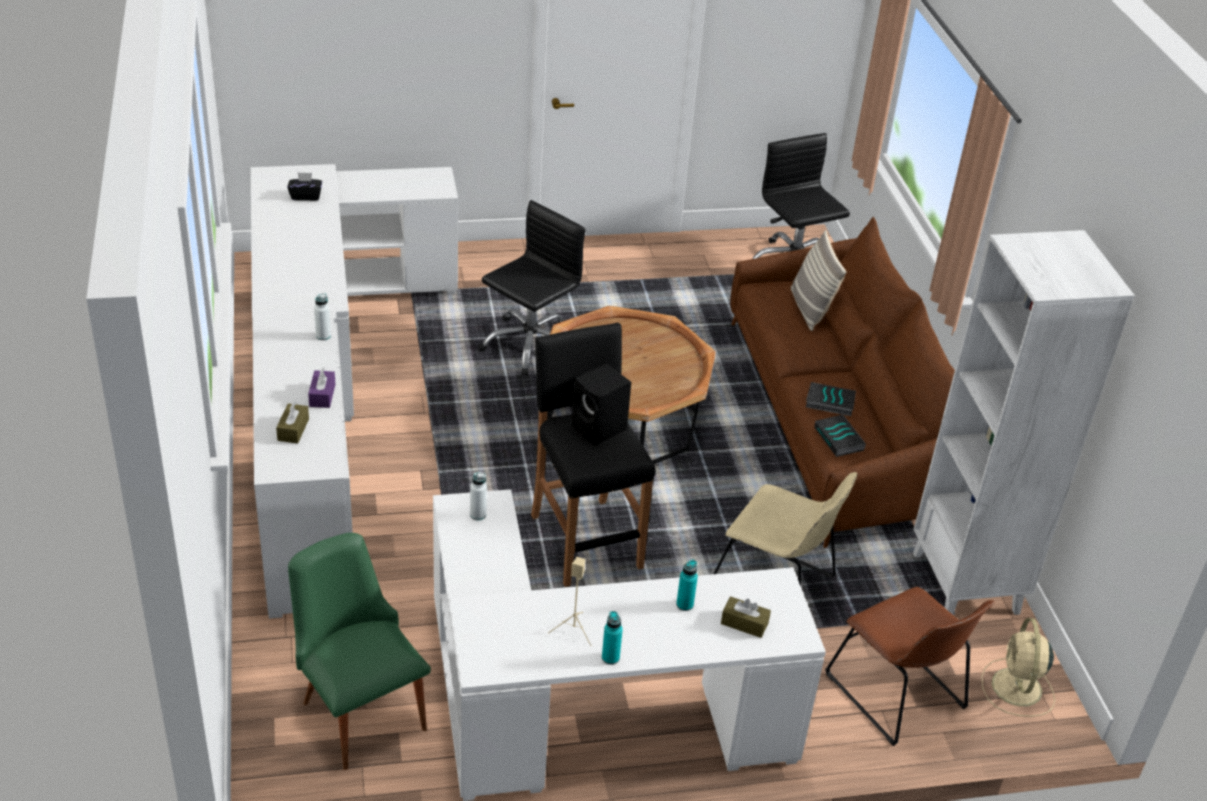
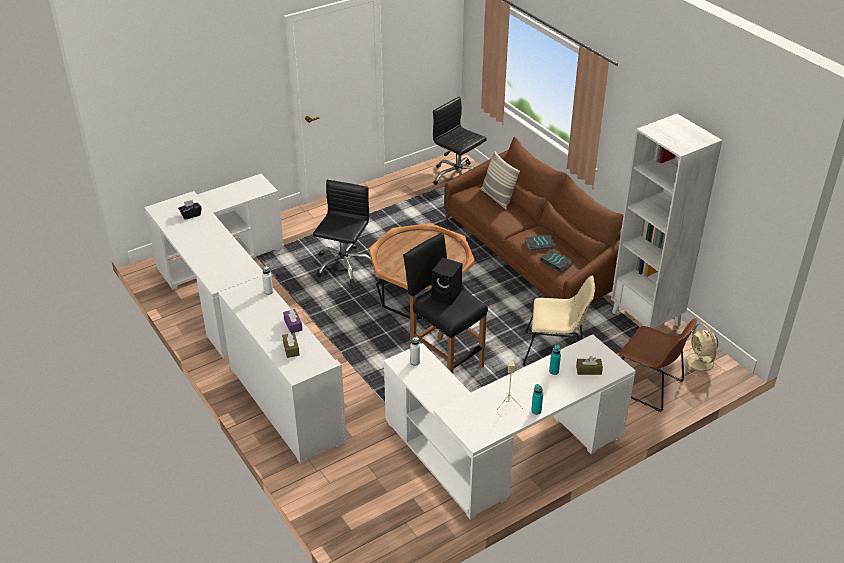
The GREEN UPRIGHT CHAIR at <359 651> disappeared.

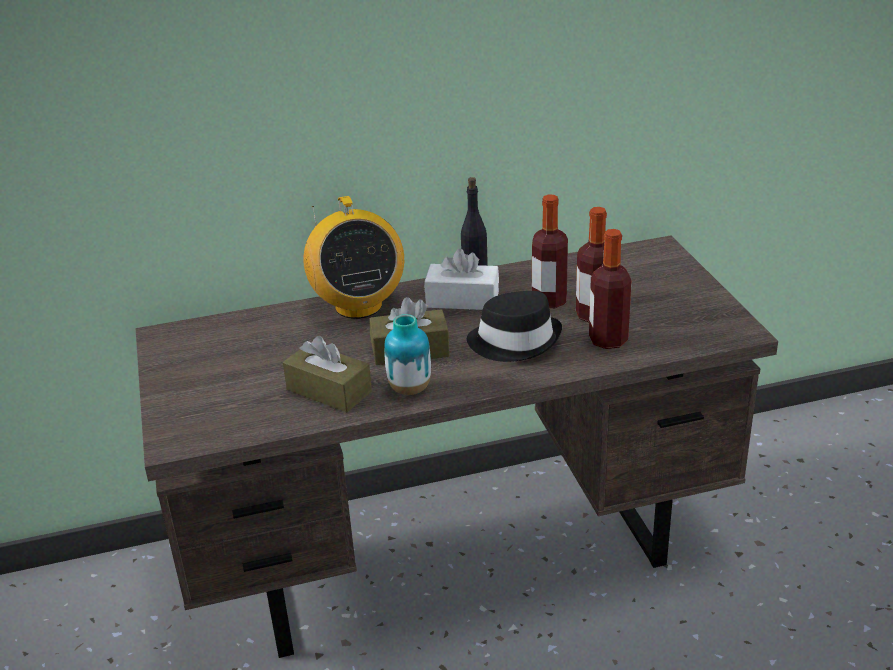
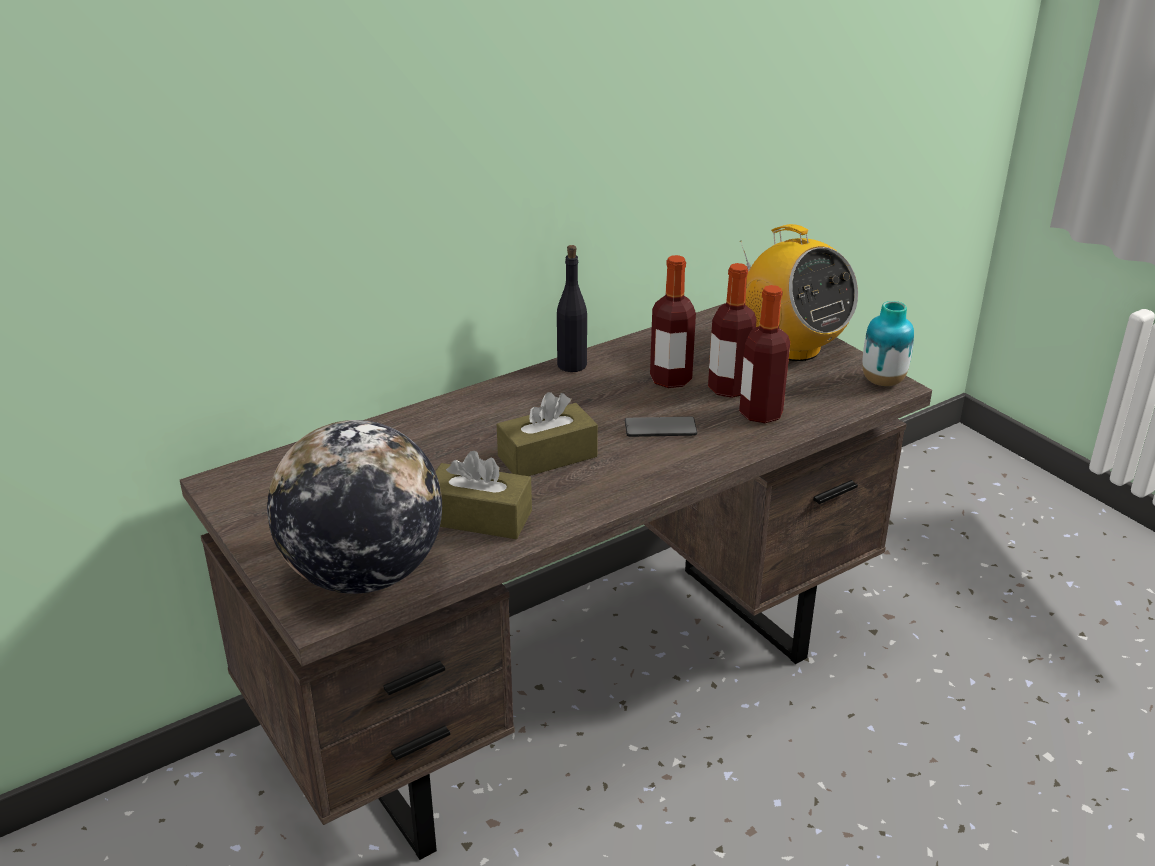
The WHITISH TISSUE HOLDER at <461 279> disappeared.
The GLOBE at <354 507> appeared.
The RADIO moved from <353 257> to <798 292>.
The DECORATIVE VASE moved from <407 354> to <888 343>.
The BLACK HAT at <514 326> was replaced by the TELEPHONE at <661 427>.

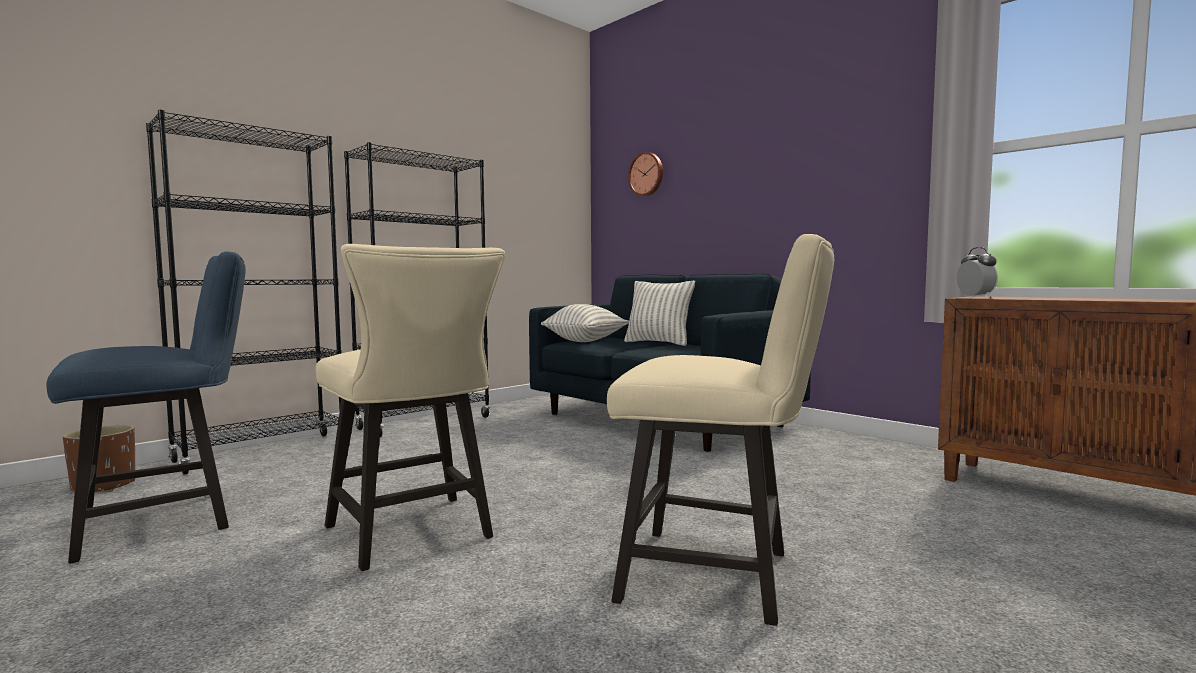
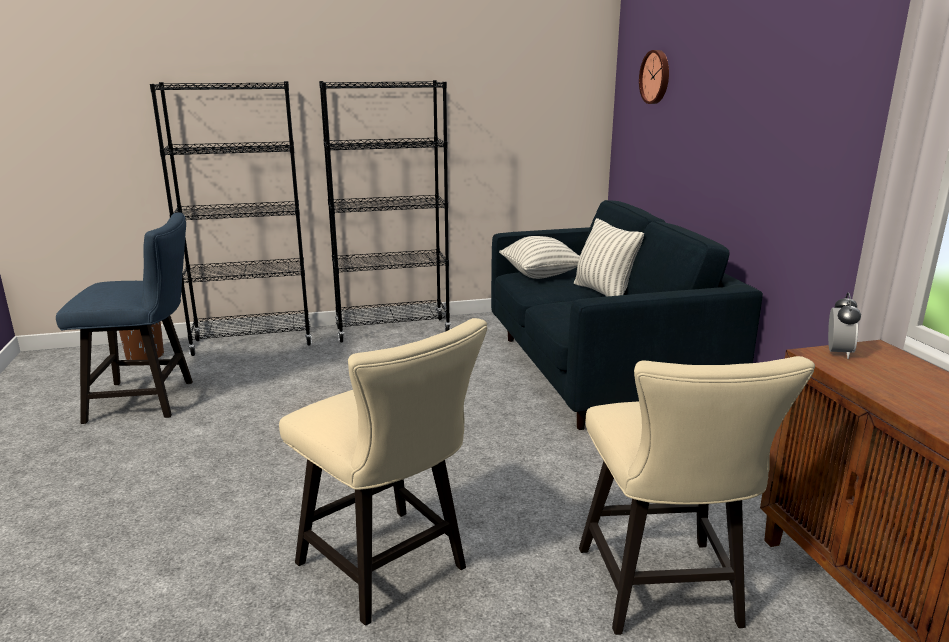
The BEIGE-COLOURED UPRIGHT CHAIR moved from <410 407> to <697 495>.

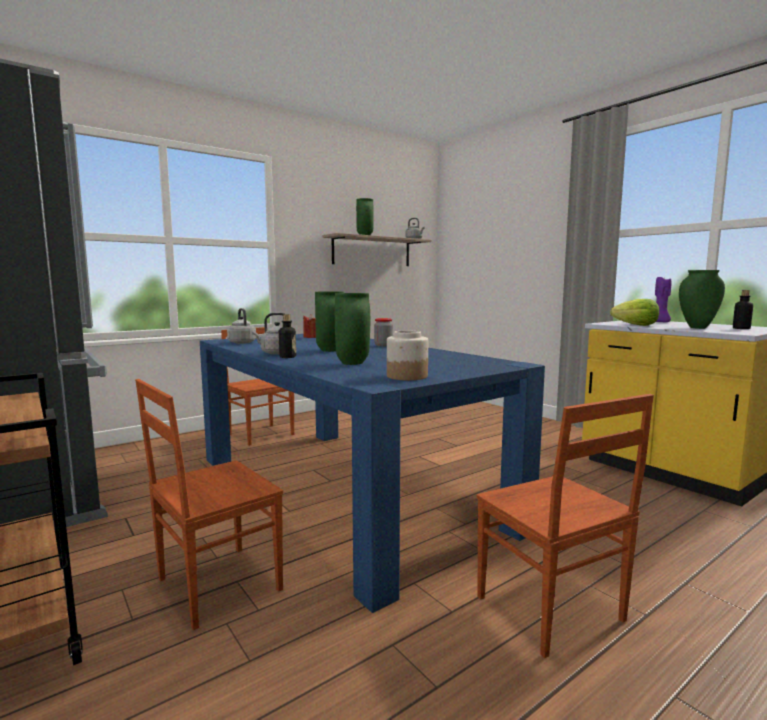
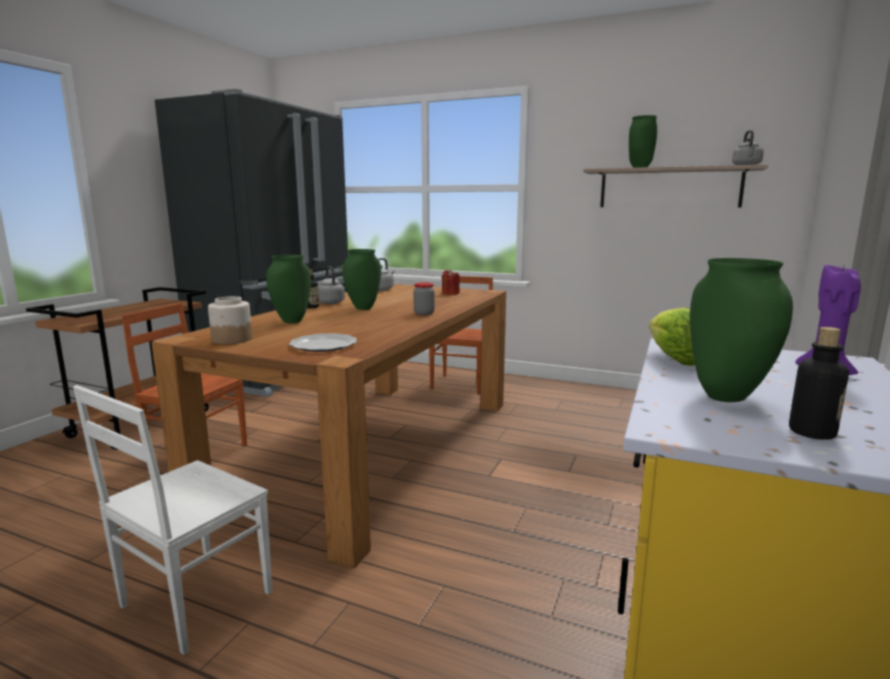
The PLATE at <323 342> appeared.
The BLUISH DINNER TABLE at <372 473> became the BROWN-COLOURED DINNER TABLE at <328 426>.
The BROWN-COLOURED UPRIGHT CHAIR at <565 526> became the WHITISH UPRIGHT CHAIR at <172 520>.

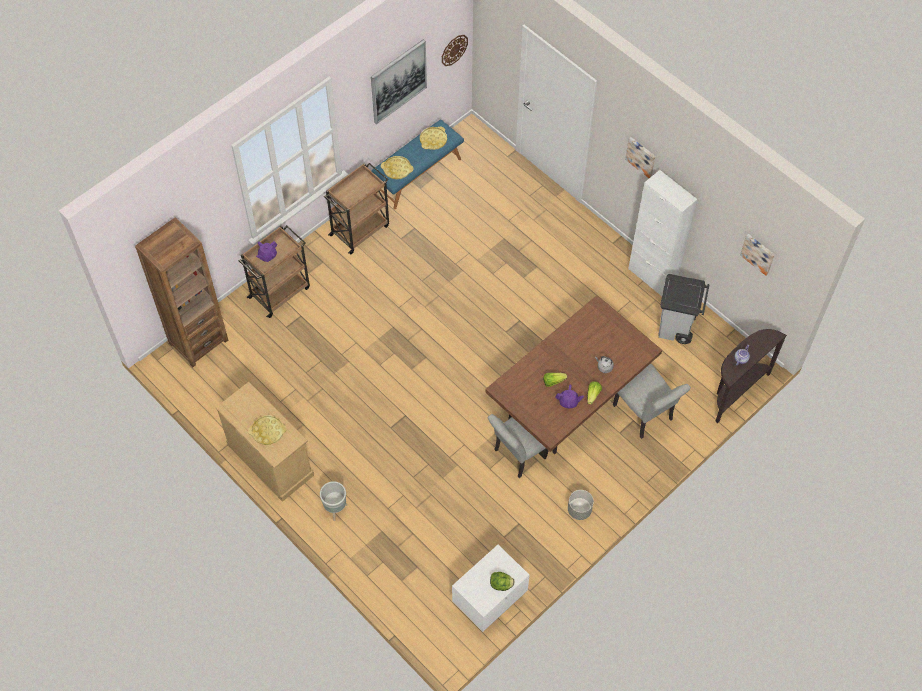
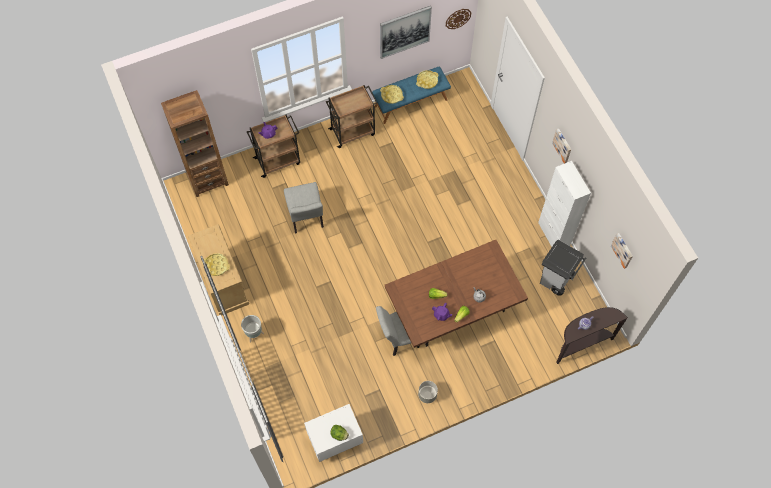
The GREY UPRIGHT CHAIR moved from <652 401> to <304 207>.

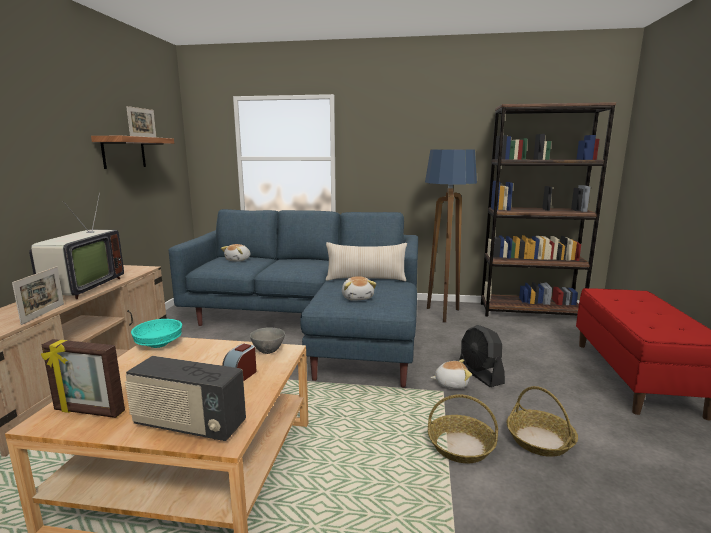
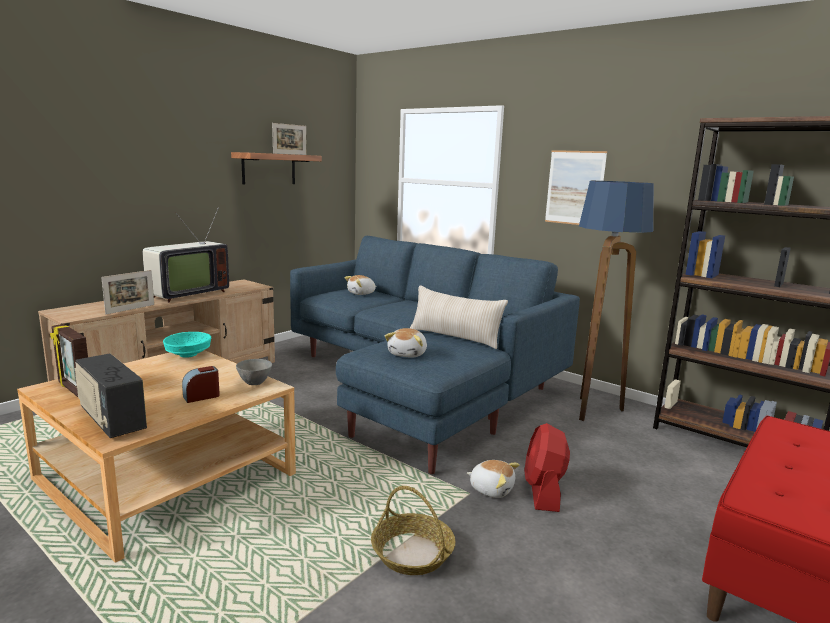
The STORAGE BASKET at <542 421> disappeared.
The WALL PICTURE at <576 187> appeared.
The BLACK FAN at <482 356> became the REDDISH FAN at <547 467>.

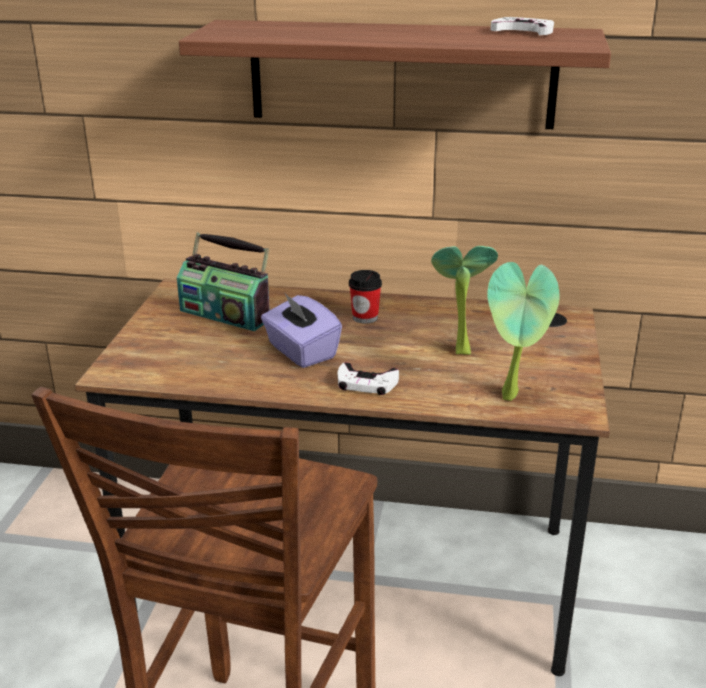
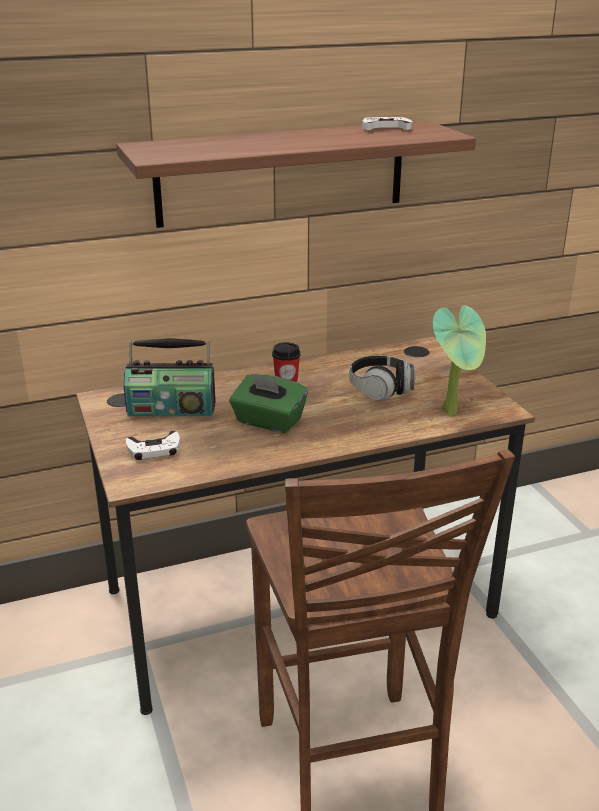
The WHITISH GAME CONTROLLER moved from <368 378> to <153 445>.
The PLANT IN A POT at <464 300> was replaced by the HEADPHONES at <382 378>.
The PURPLE-COLOURED TISSUE HOLDER at <301 330> became the GREEN TISSUE HOLDER at <268 403>.

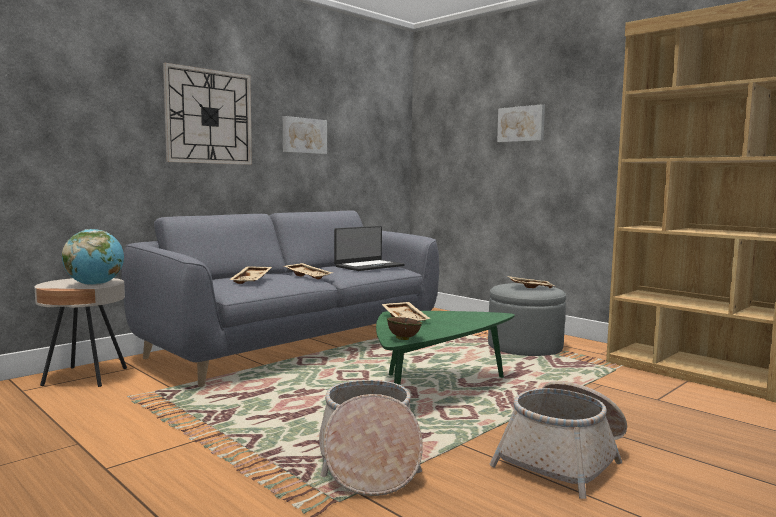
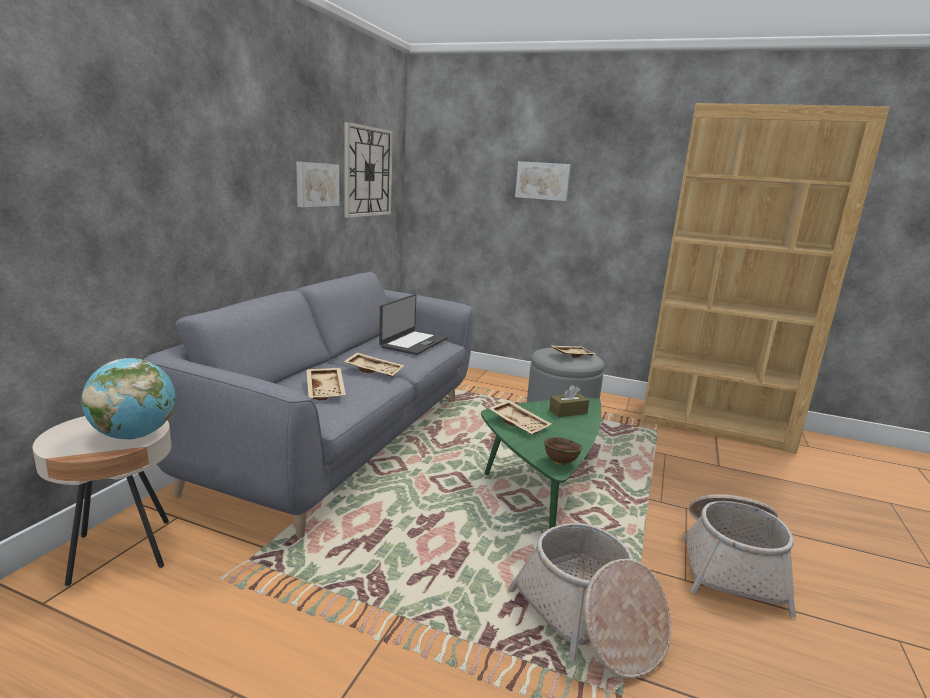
The BROWN-COLOURED TISSUE HOLDER at <569 401> appeared.
The HANGING CLOCK moved from <207 114> to <368 170>.

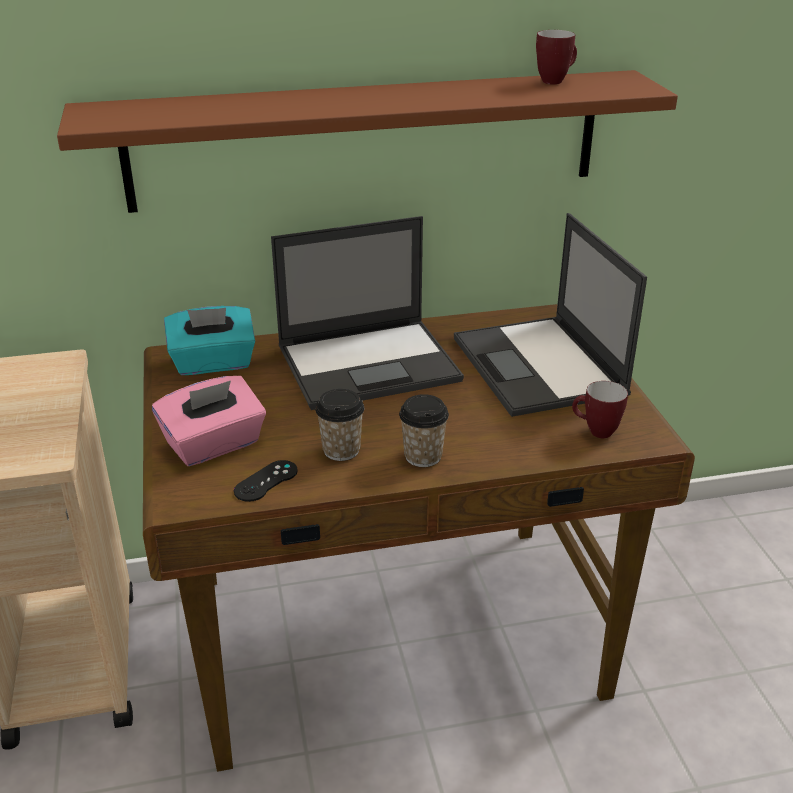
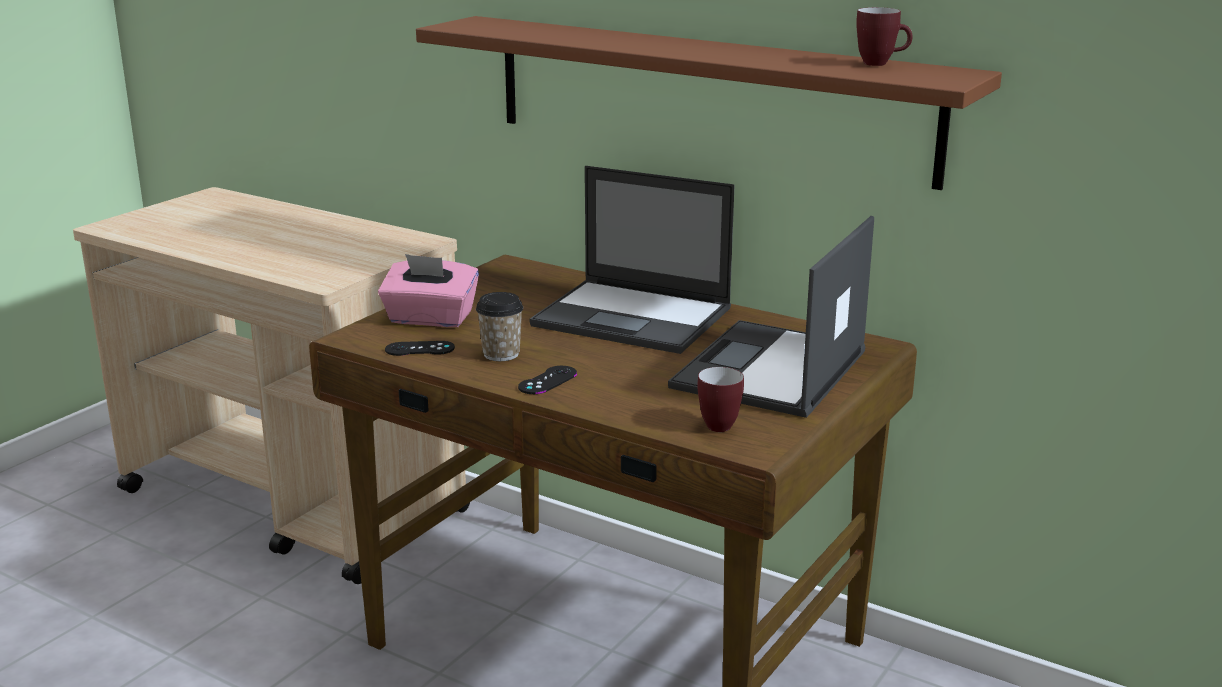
The BLUE-GREEN TISSUE HOLDER at <209 340> disappeared.
The CUP at <424 430> was replaced by the BLACK GAME CONTROLLER at <547 380>.

